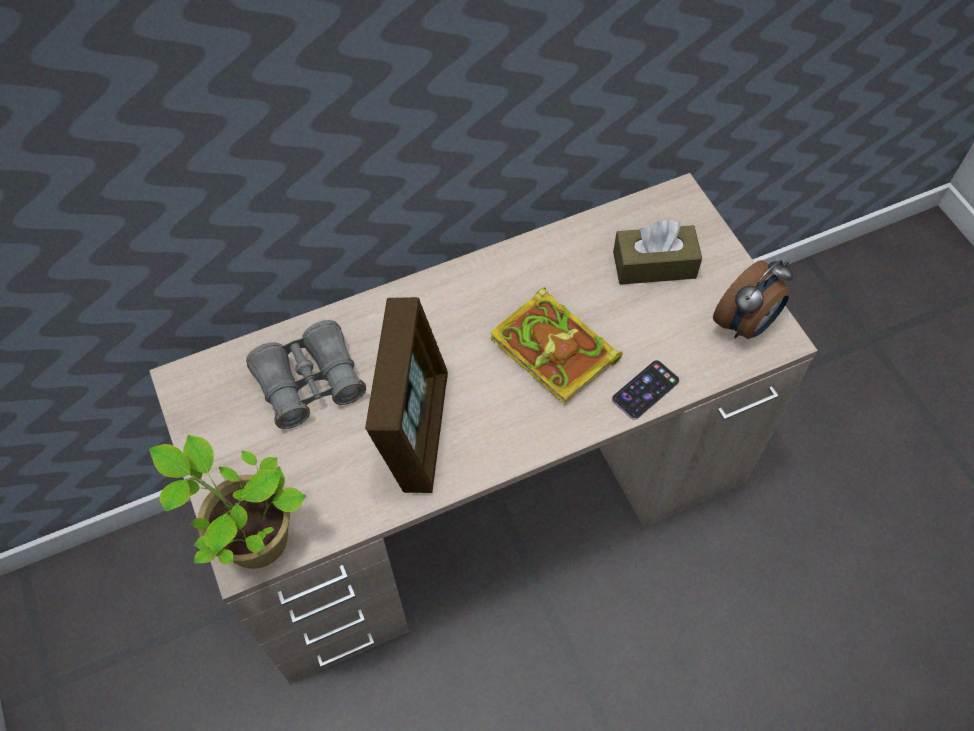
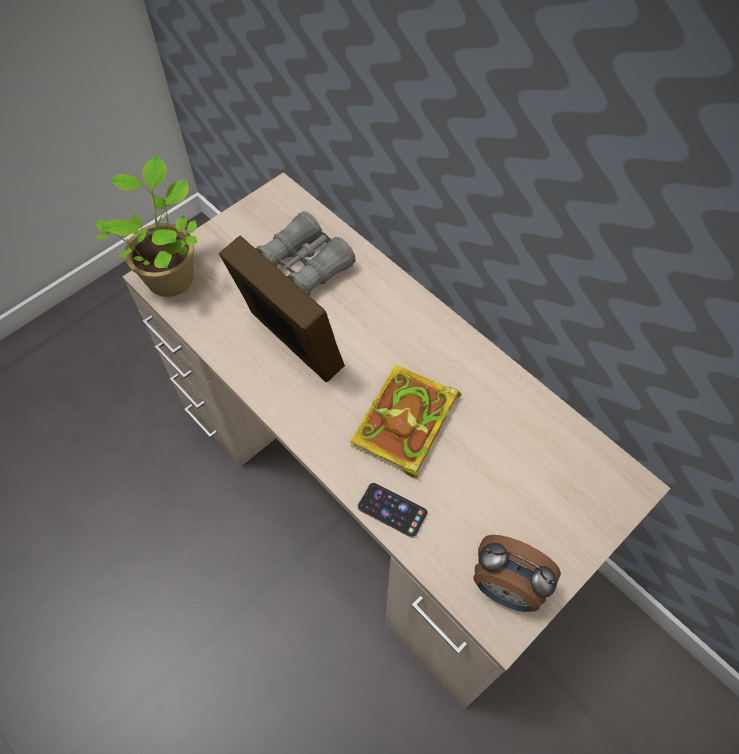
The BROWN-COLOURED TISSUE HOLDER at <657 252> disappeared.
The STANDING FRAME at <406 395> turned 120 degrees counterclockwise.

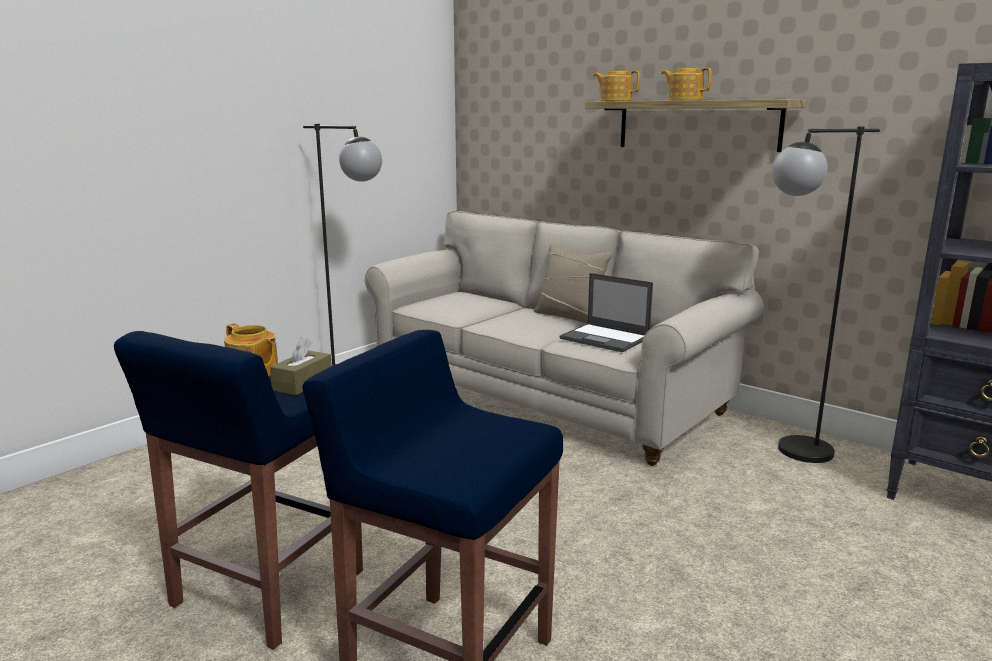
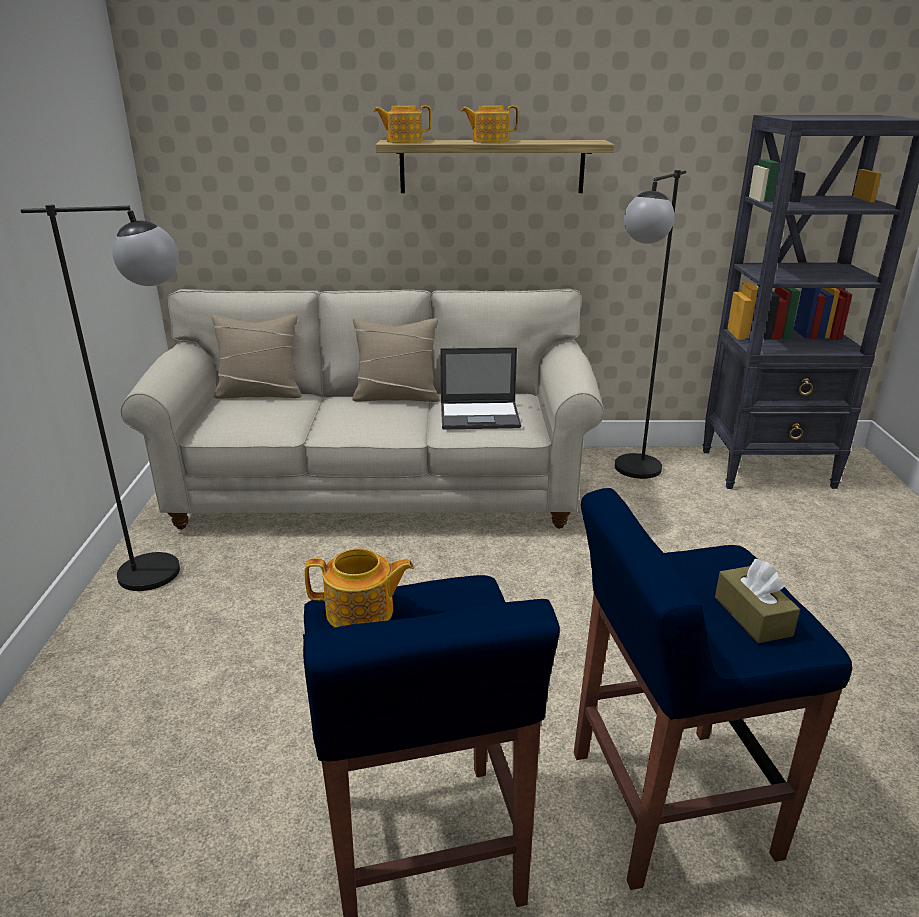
The BEIGE-COLOURED PILLOW at <257 356> appeared.
The BROWN-COLOURED TISSUE HOLDER moved from <301 366> to <757 601>.

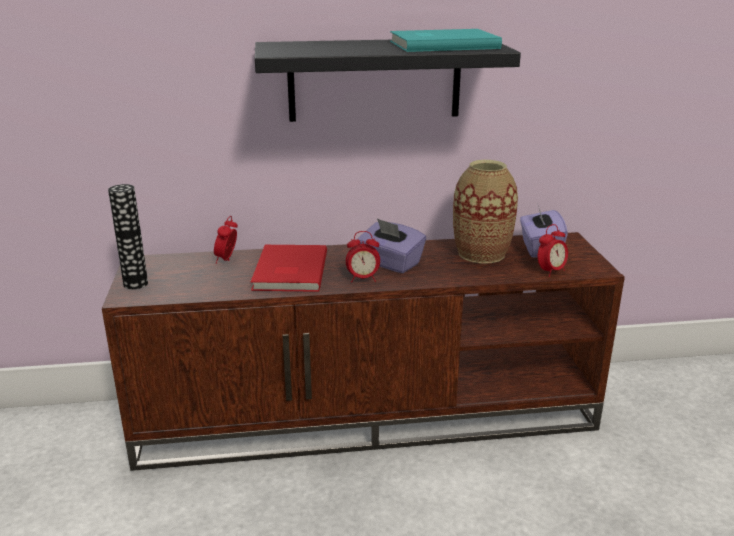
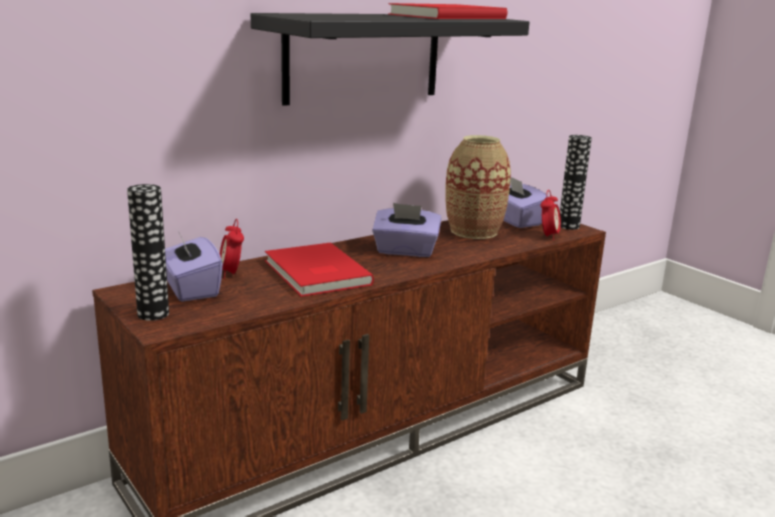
The BEDSIDE CLOCK at <363 256> disappeared.
The PURPLE-COLOURED TISSUE HOLDER at <194 266> appeared.
The DECORATIVE VASE at <576 182> appeared.
The BLUE-GREEN BOOK at <446 40> became the REDDISH BOOK at <447 11>.

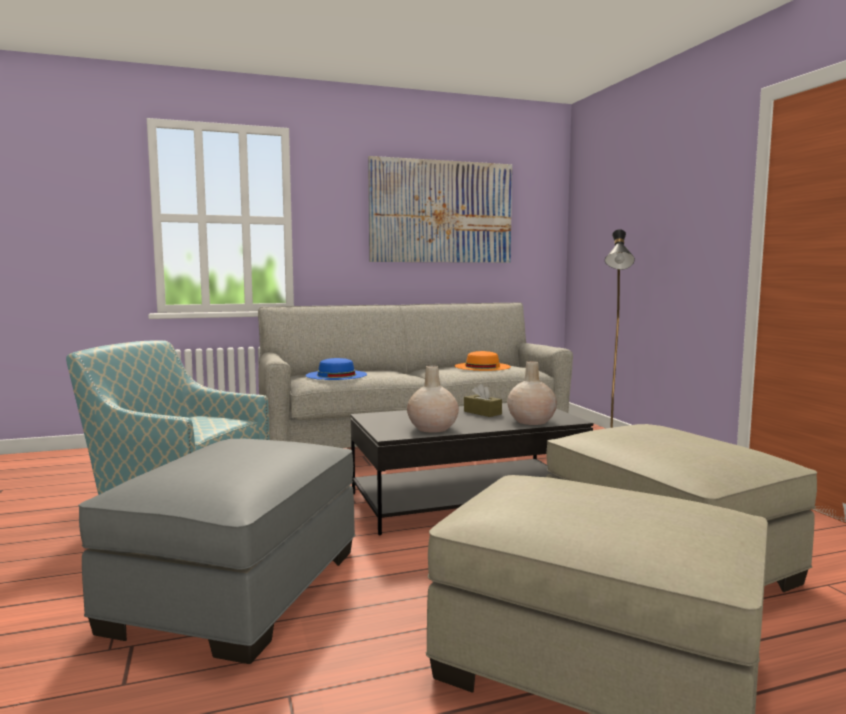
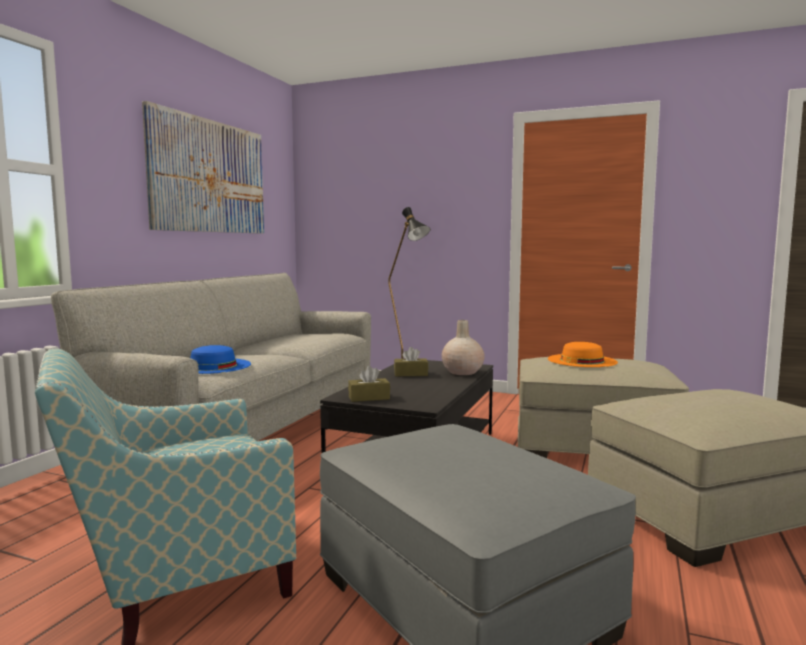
The BEIGE-COLOURED DECORATIVE VASE at <433 399> disappeared.
The BROWN-COLOURED TISSUE HOLDER at <369 384> appeared.
The ORANGE-COLOURED HAT moved from <483 361> to <583 354>.

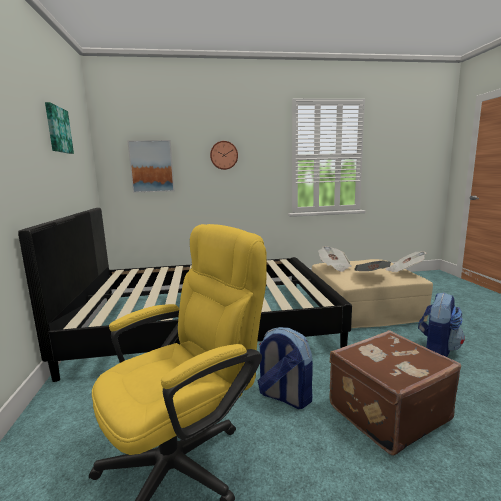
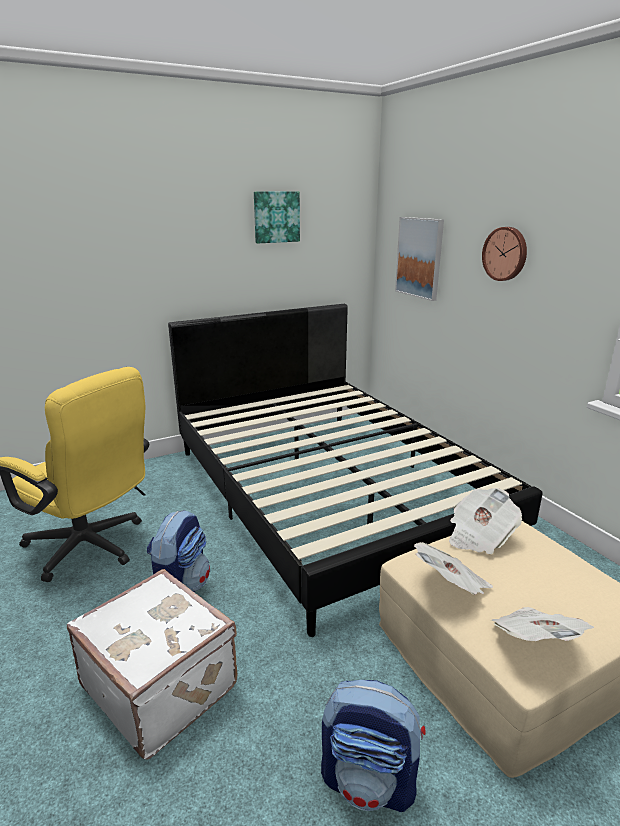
The BROWN-COLOURED TRAVEL CASE at <395 393> became the WHITISH TRAVEL CASE at <152 664>.

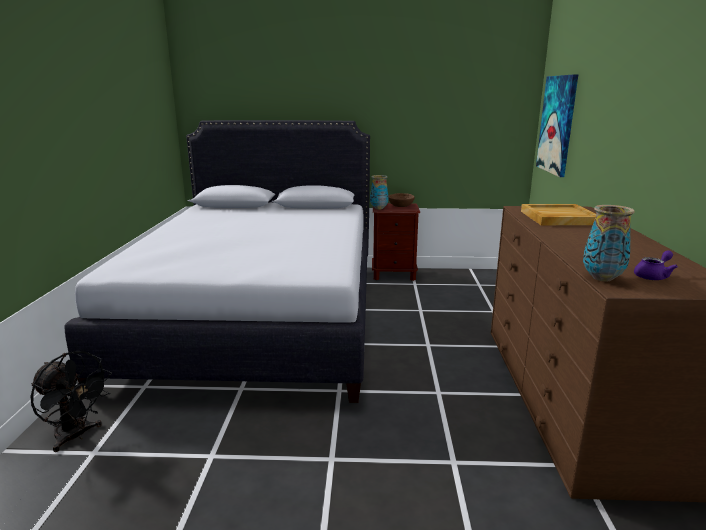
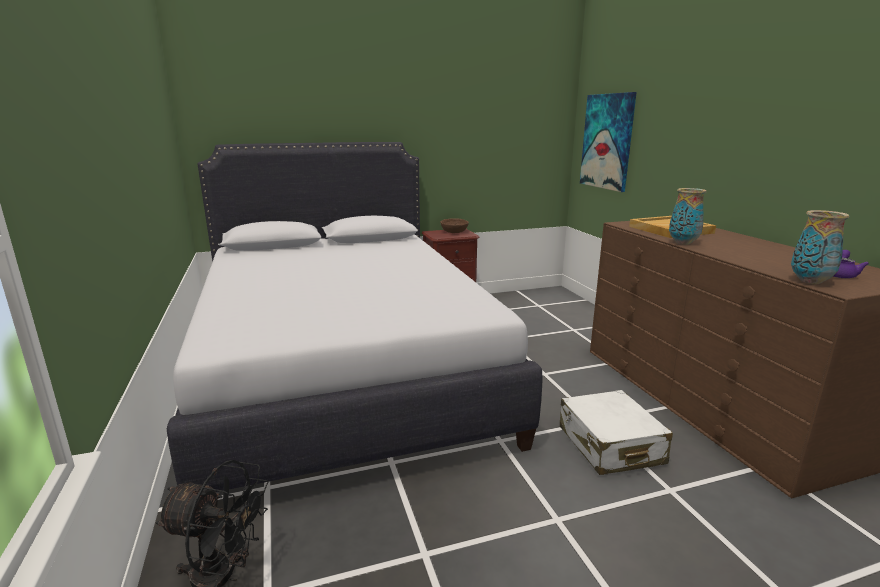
The WHITISH TRAVEL CASE at <616 432> appeared.
The DECORATIVE VASE moved from <379 192> to <687 216>.

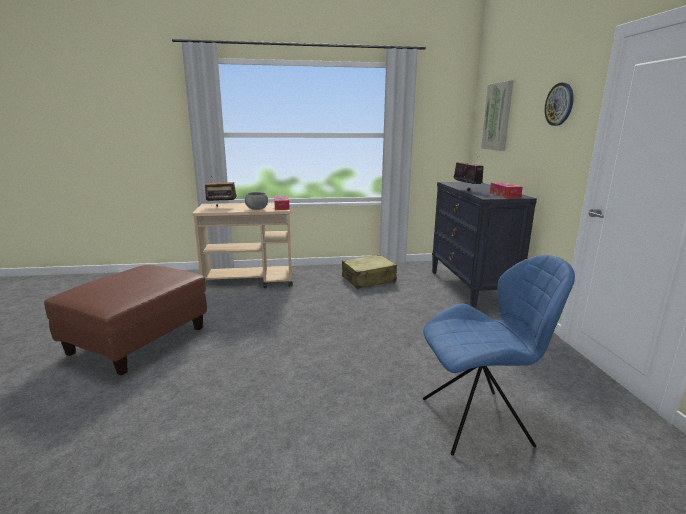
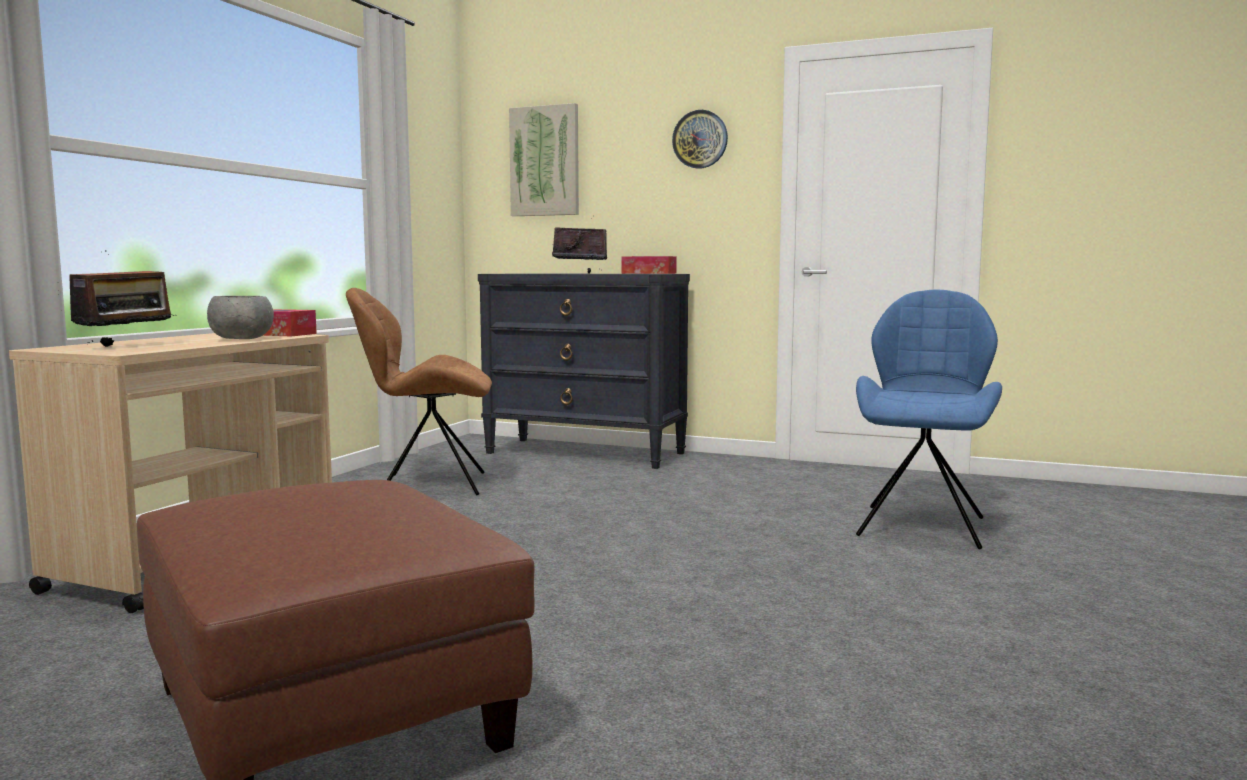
The BEIGE-COLOURED TRAVEL CASE at <369 271> was replaced by the BROWN-COLOURED UPRIGHT CHAIR at <419 391>.

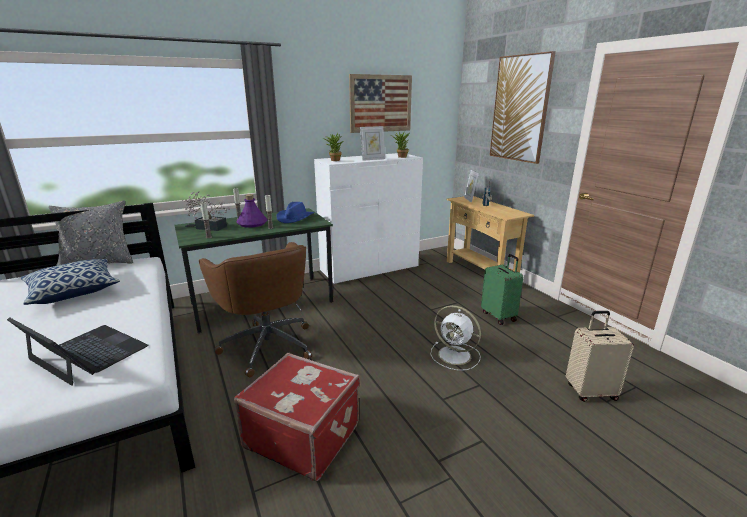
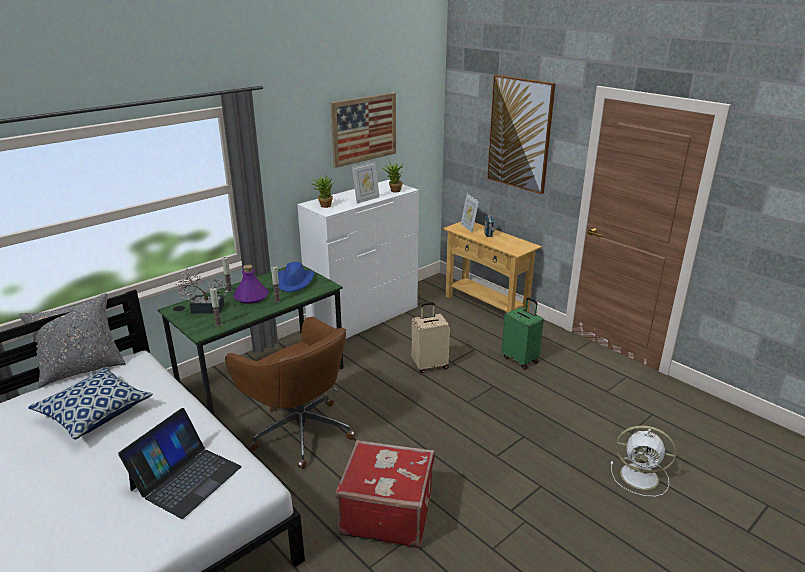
The WHITISH FAN moved from <455 338> to <643 461>.
The BEIGE-COLOURED TRAVEL CASE moved from <600 356> to <431 337>.
The LAPTOP at <77 351> turned 105 degrees clockwise.

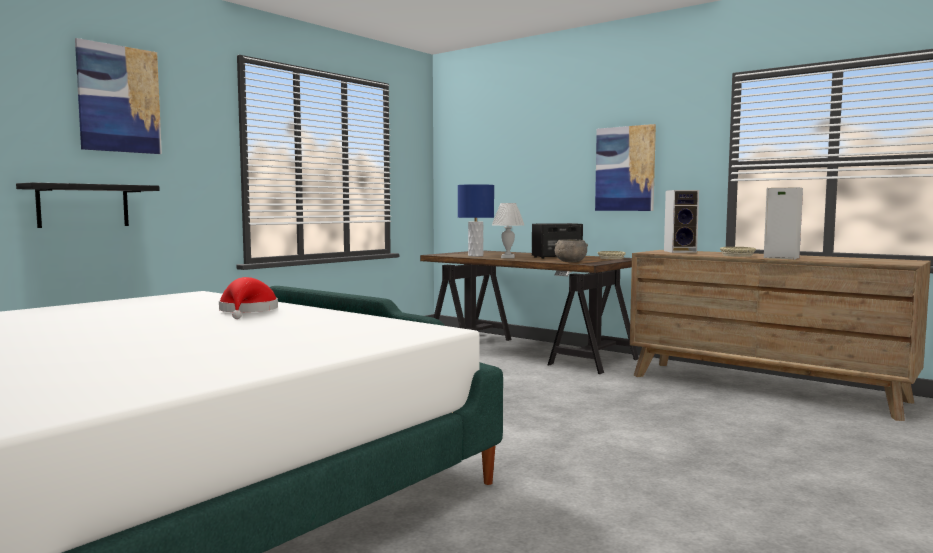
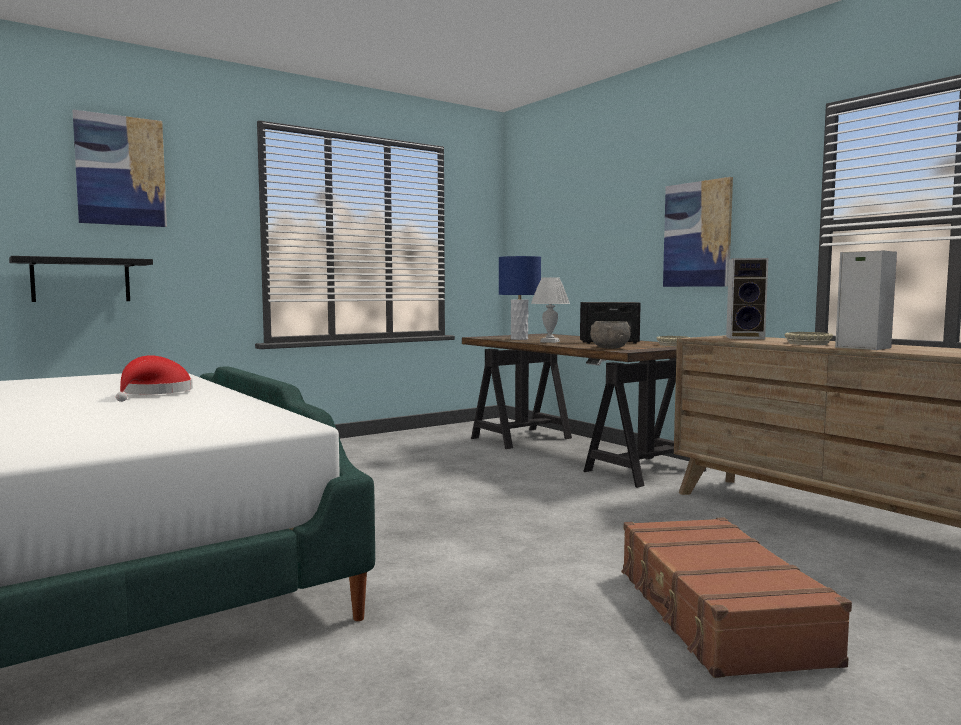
The BROWN-COLOURED TRAVEL CASE at <736 597> appeared.

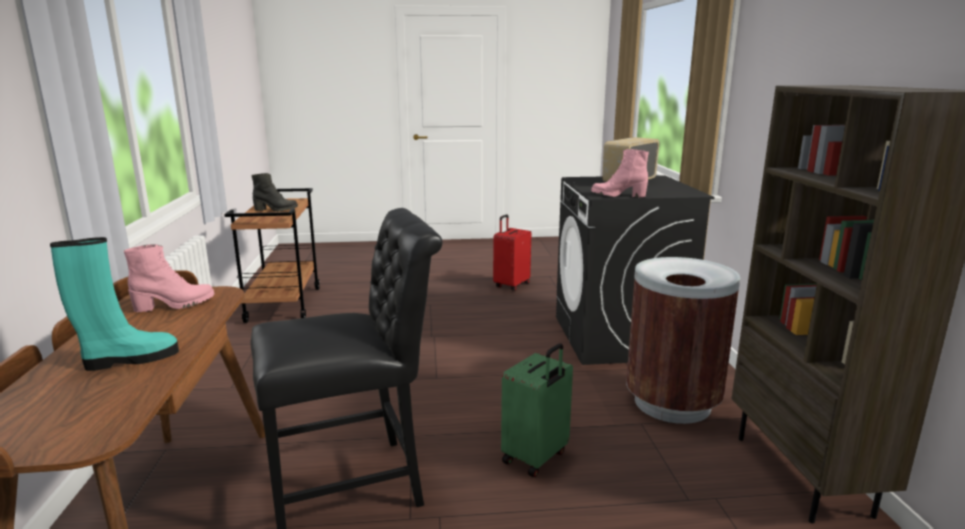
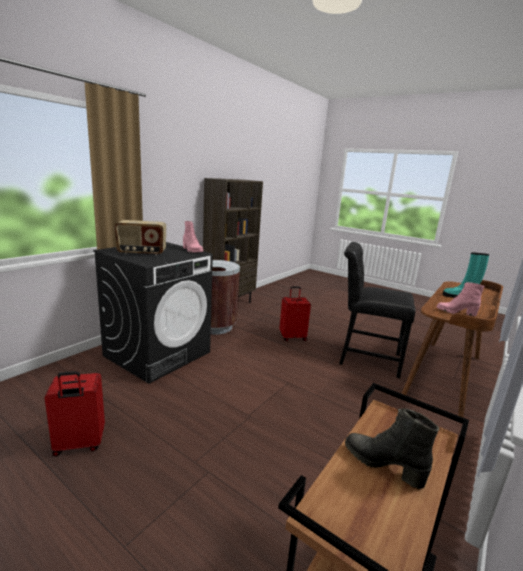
The GREEN TRAVEL CASE at <537 410> became the REDDISH TRAVEL CASE at <295 313>.

